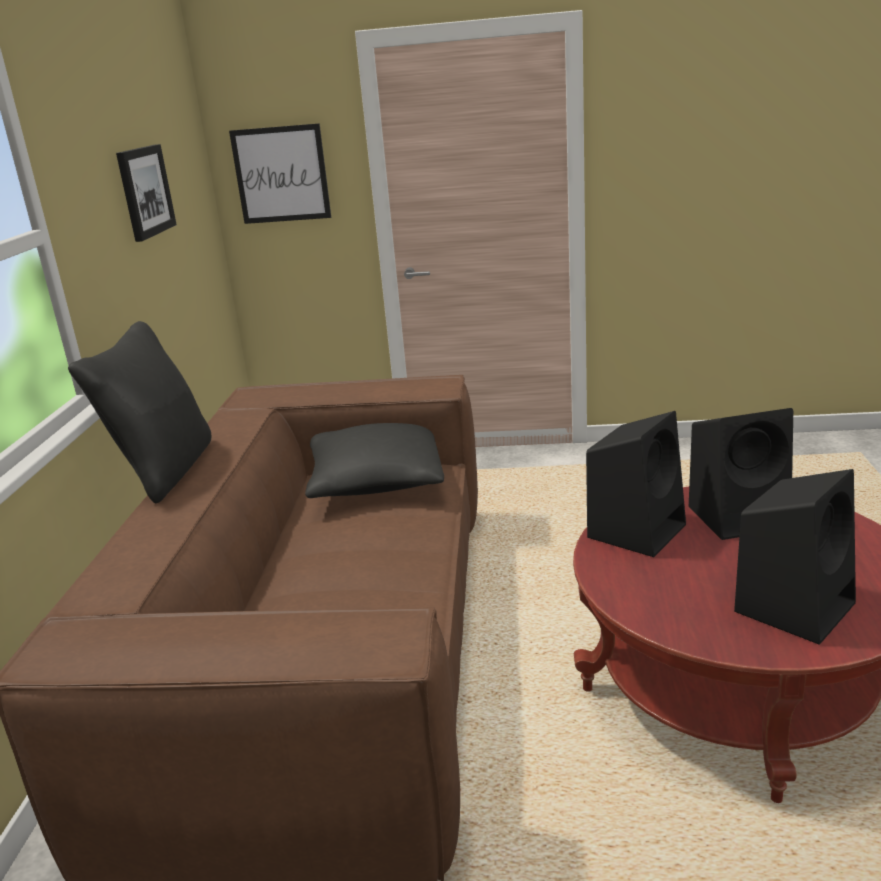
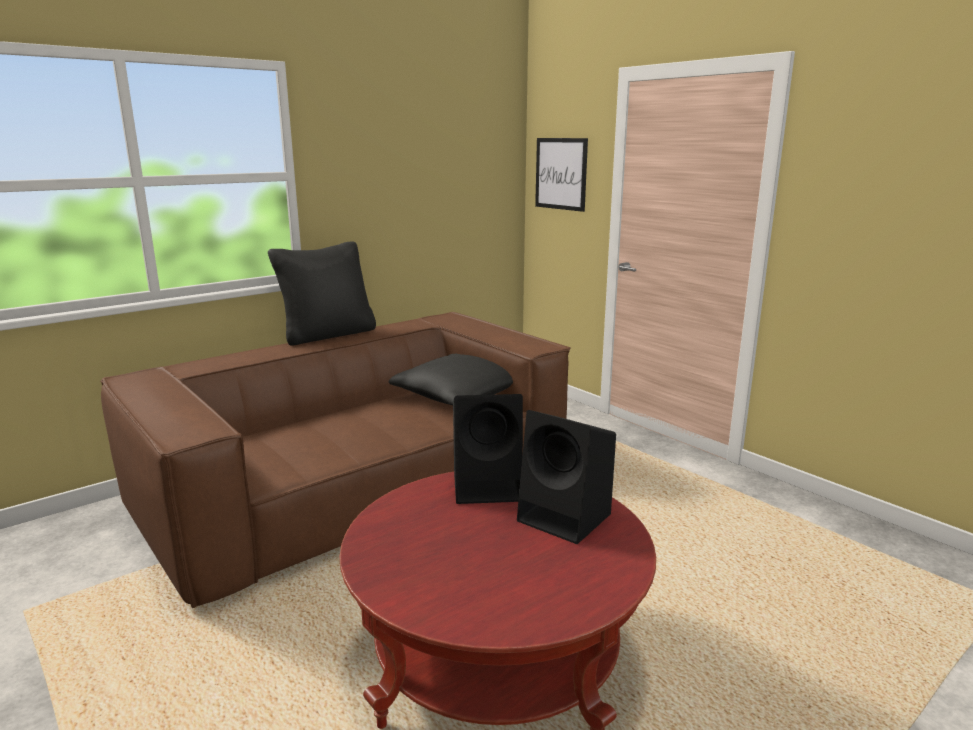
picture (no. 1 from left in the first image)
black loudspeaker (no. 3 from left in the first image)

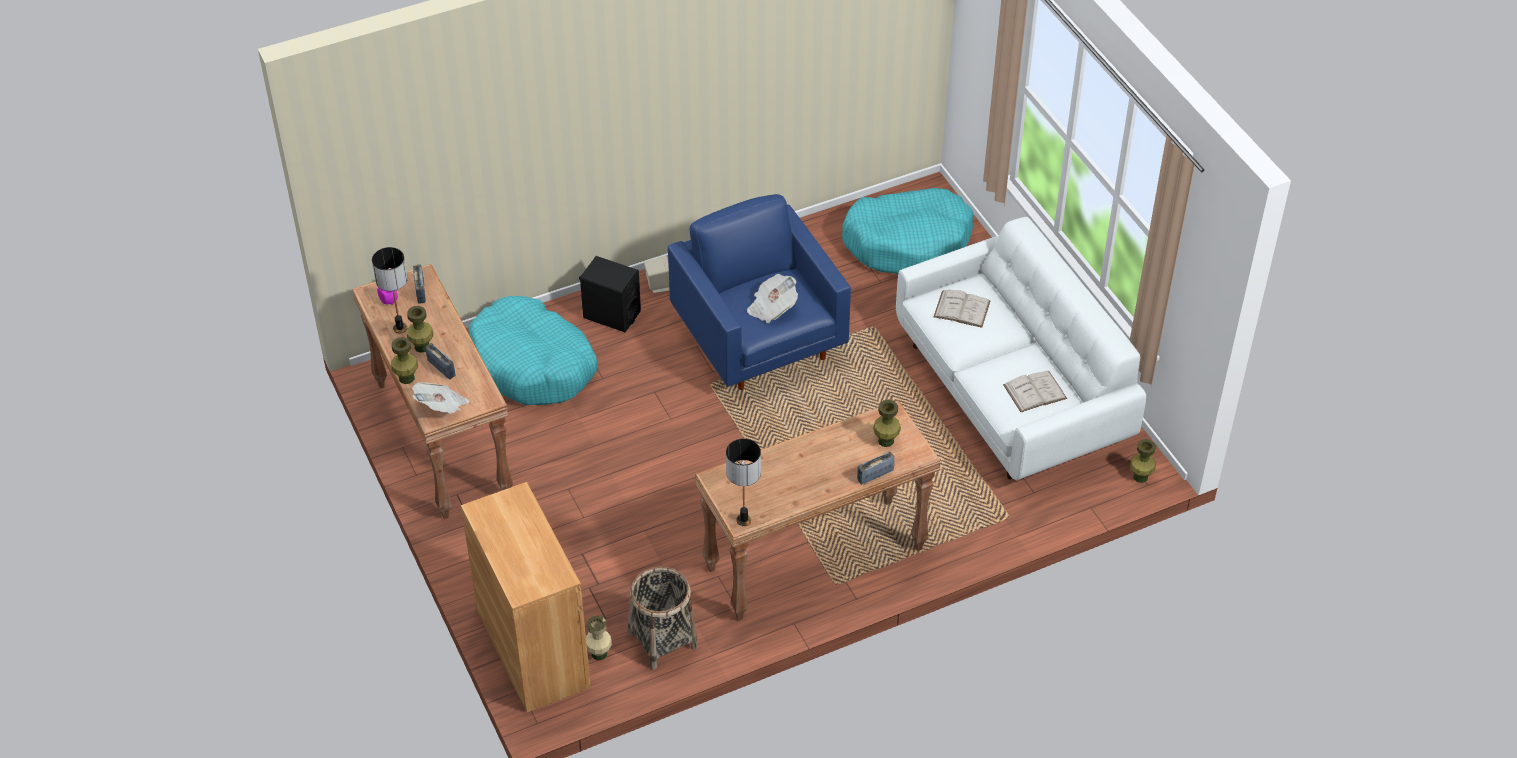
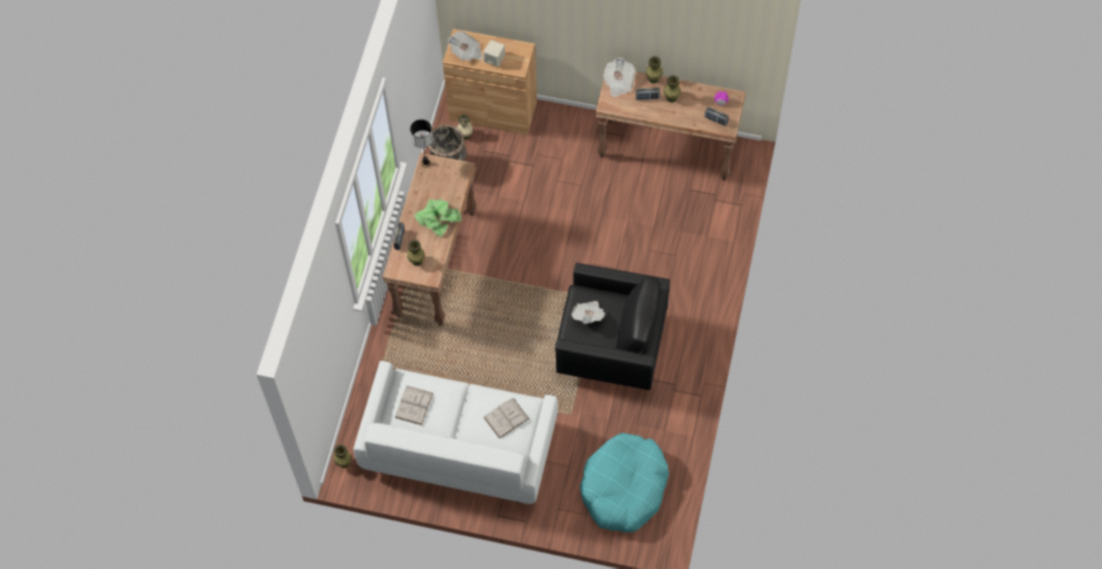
lamp for a table (no. 1 from left in the first image)
blue-green dog cushion (no. 1 from left in the first image)
black loudspeaker
potted plant
newspaper (no. 1 from left)
beige loudspeaker
black armchair

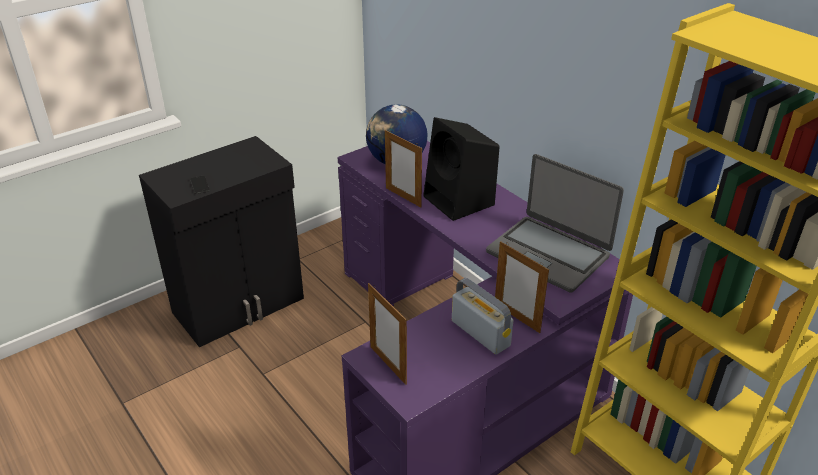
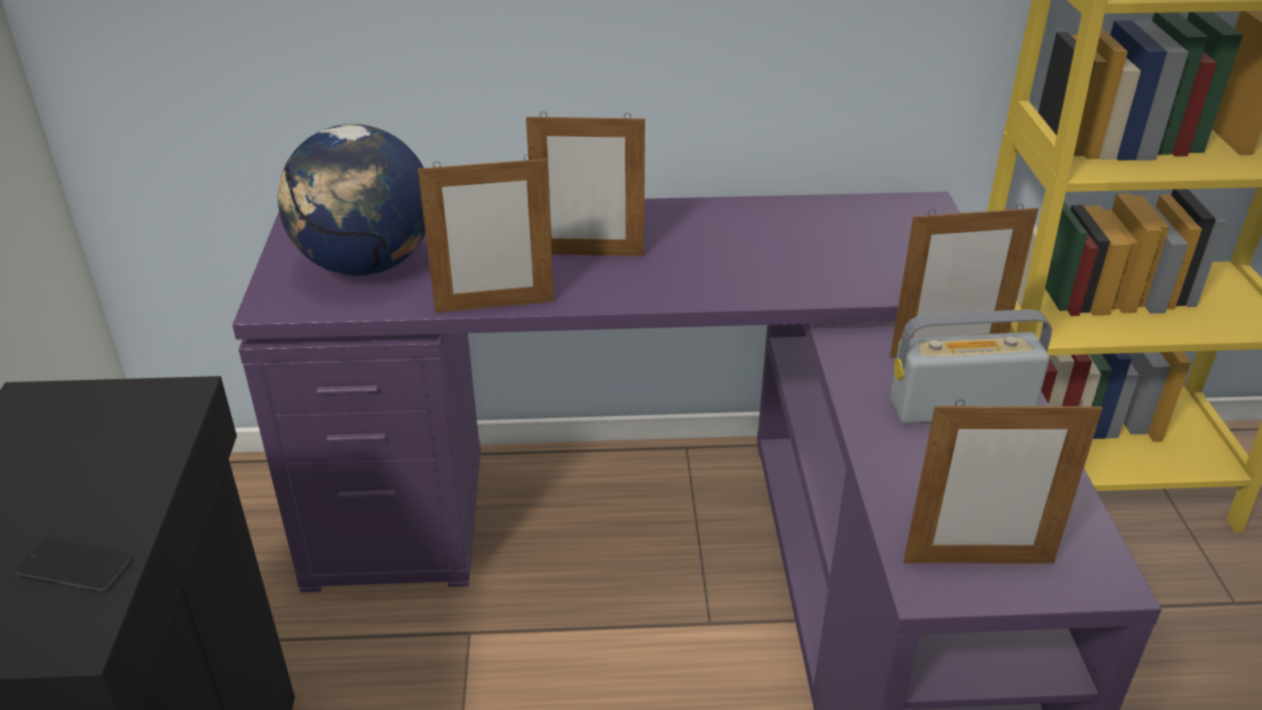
notebook computer
standing frame (no. 2 from left)

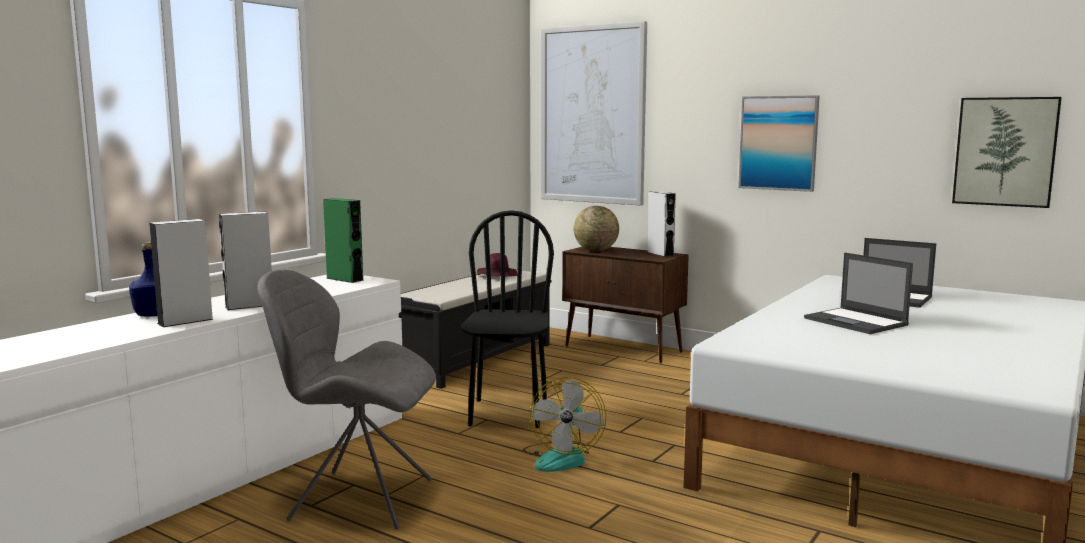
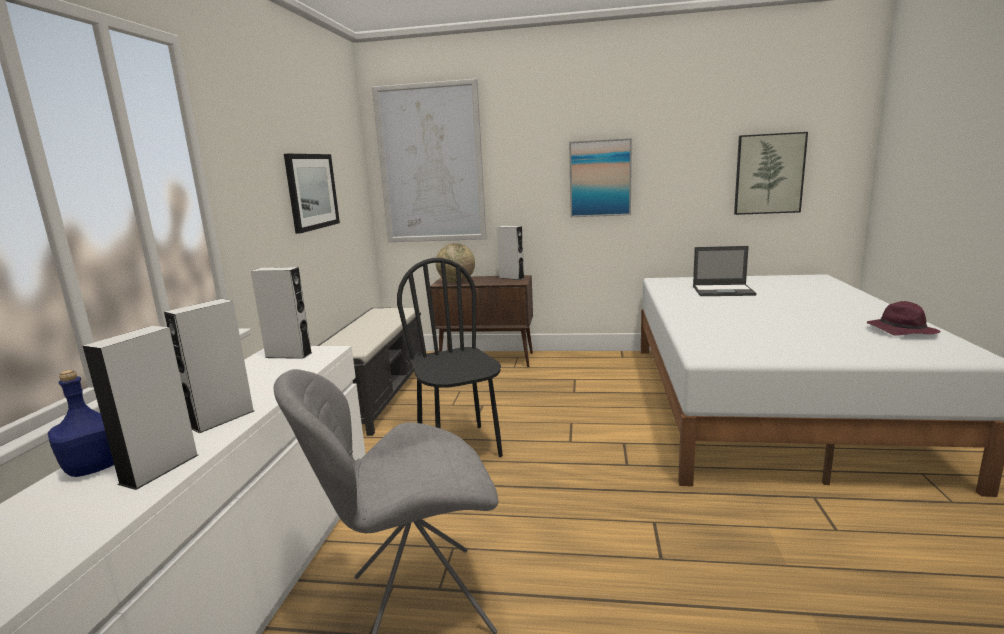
cooling fan
notebook computer (no. 1 from left in the first image)
picture (no. 1 from left)
purplish hat
gray loudspeaker (no. 3 from left)

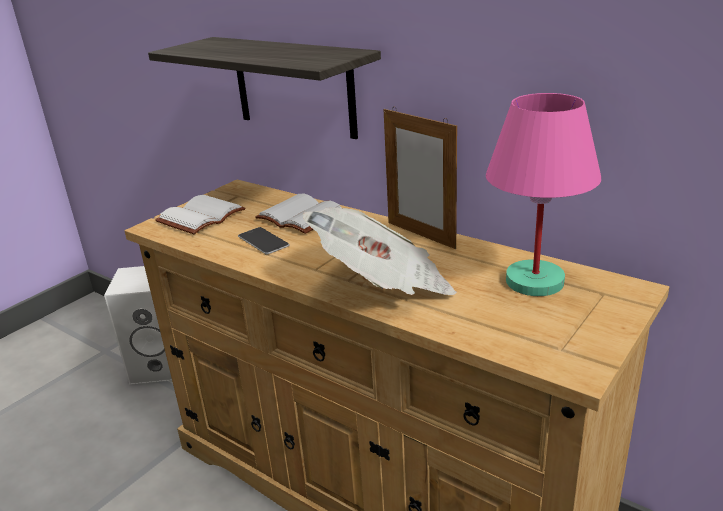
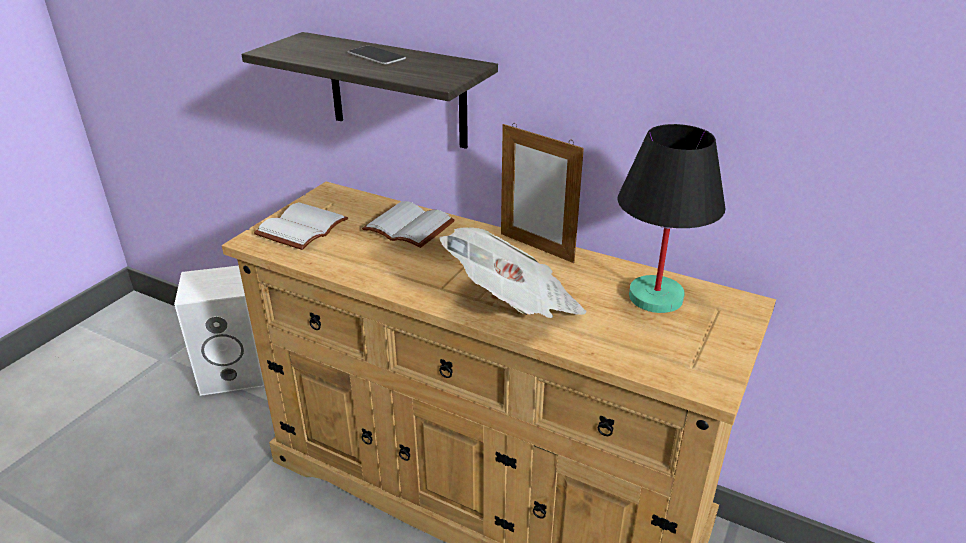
phone
black lamp for a table

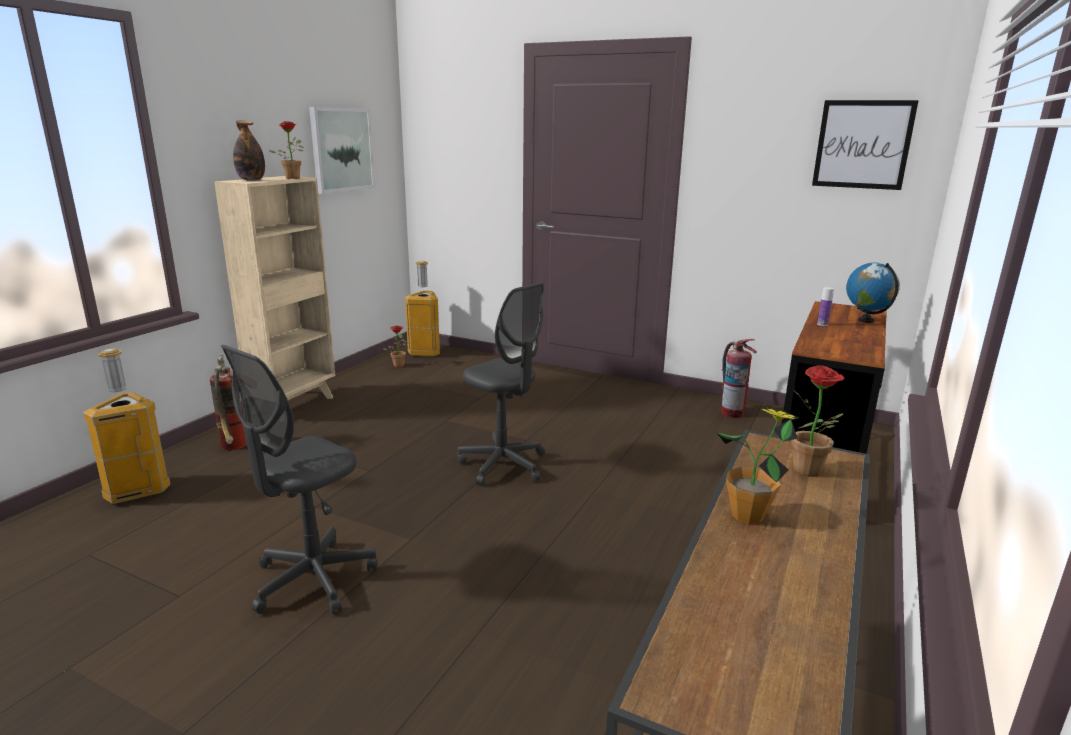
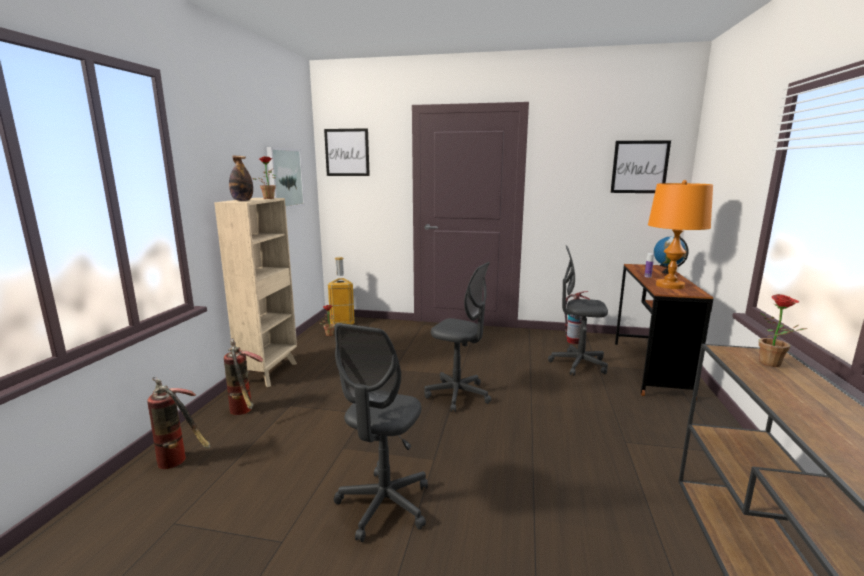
potted plant (no. 3 from left in the first image)
picture (no. 2 from left)
gray computer chair (no. 3 from left)
orange lamp for a table
fire-fighting cylinder (no. 1 from left)

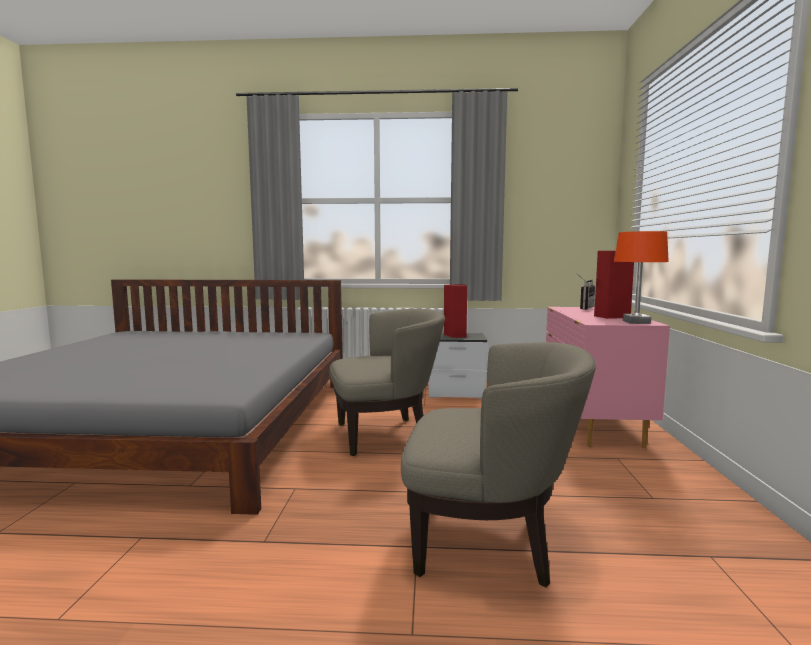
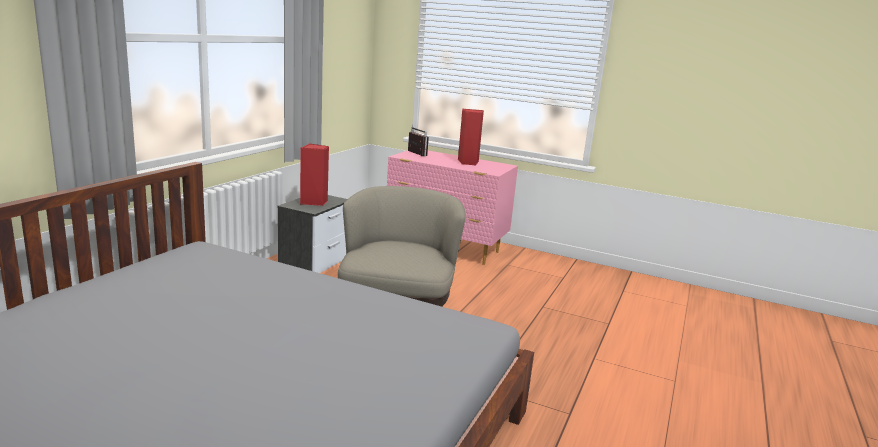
beige armchair (no. 2 from left in the first image)
orange lamp for a table

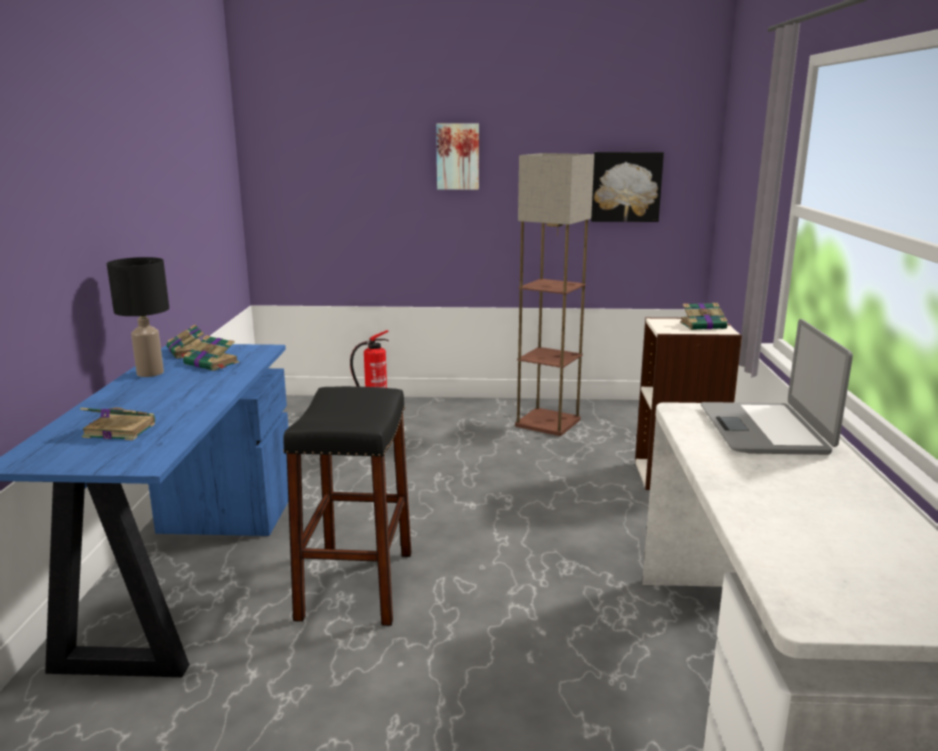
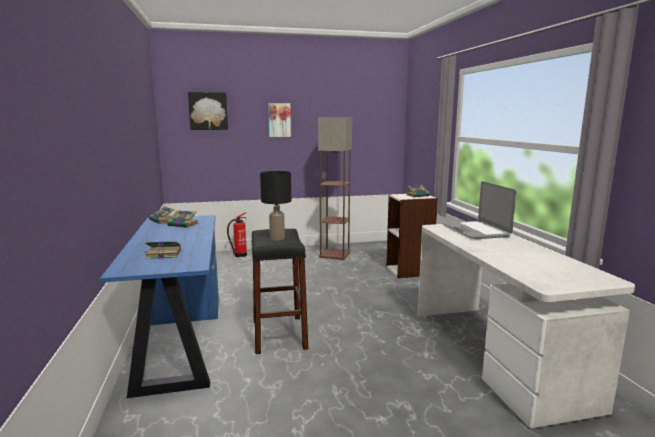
black lamp for a table
picture (no. 1 from left)

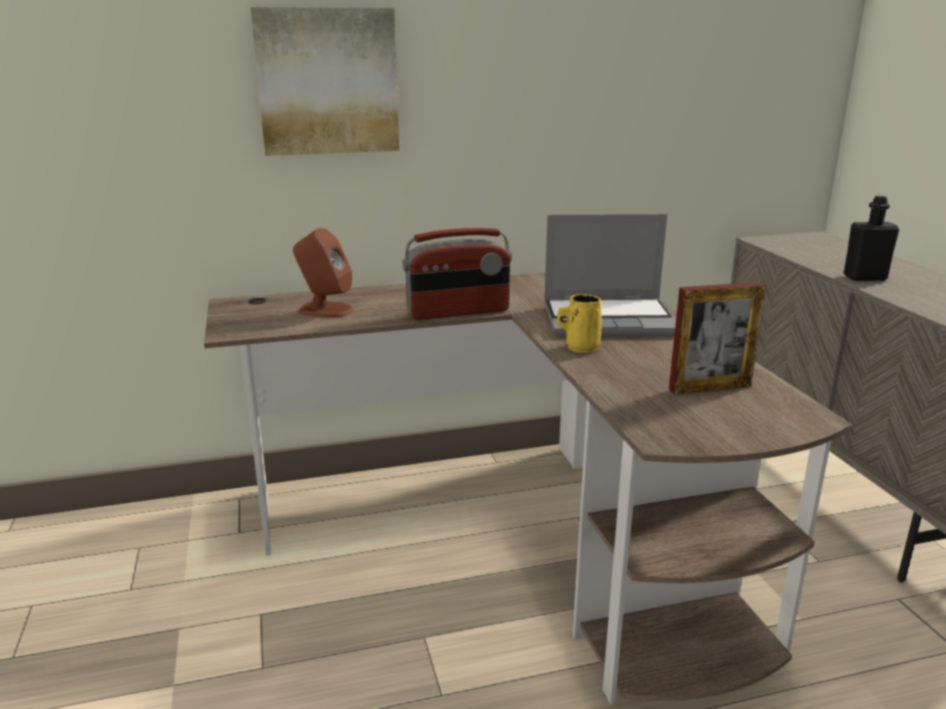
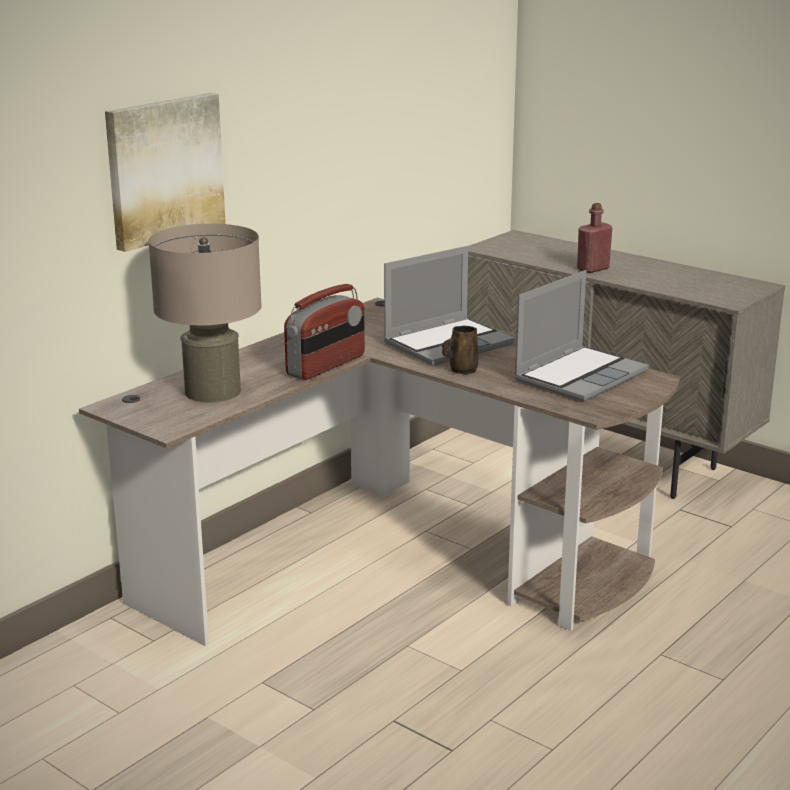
beige lamp for a table
notebook computer (no. 2 from left)
brownish mug
reddish drink bottle

